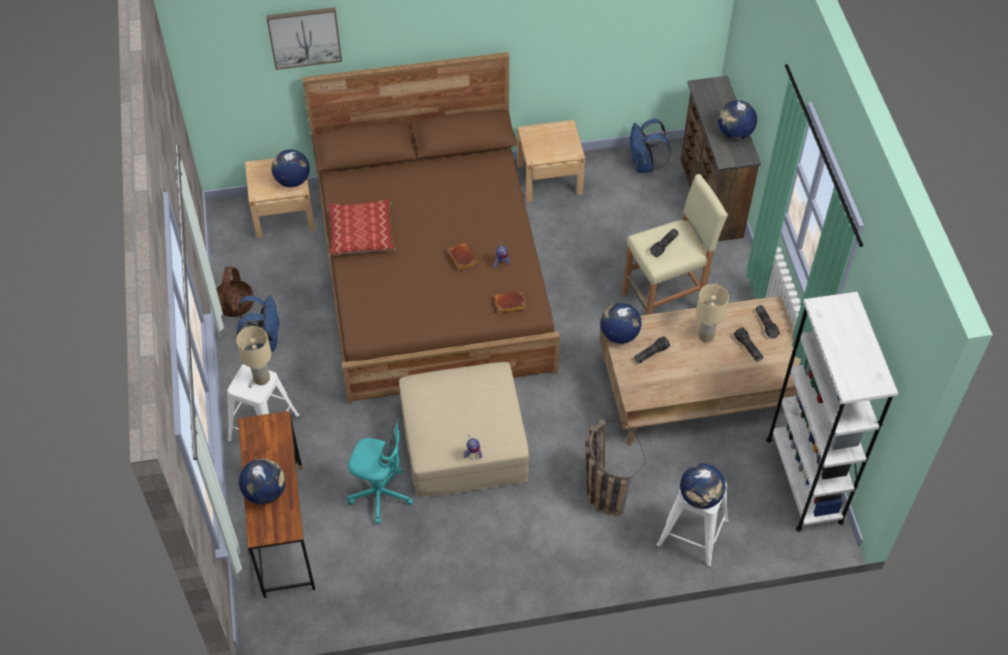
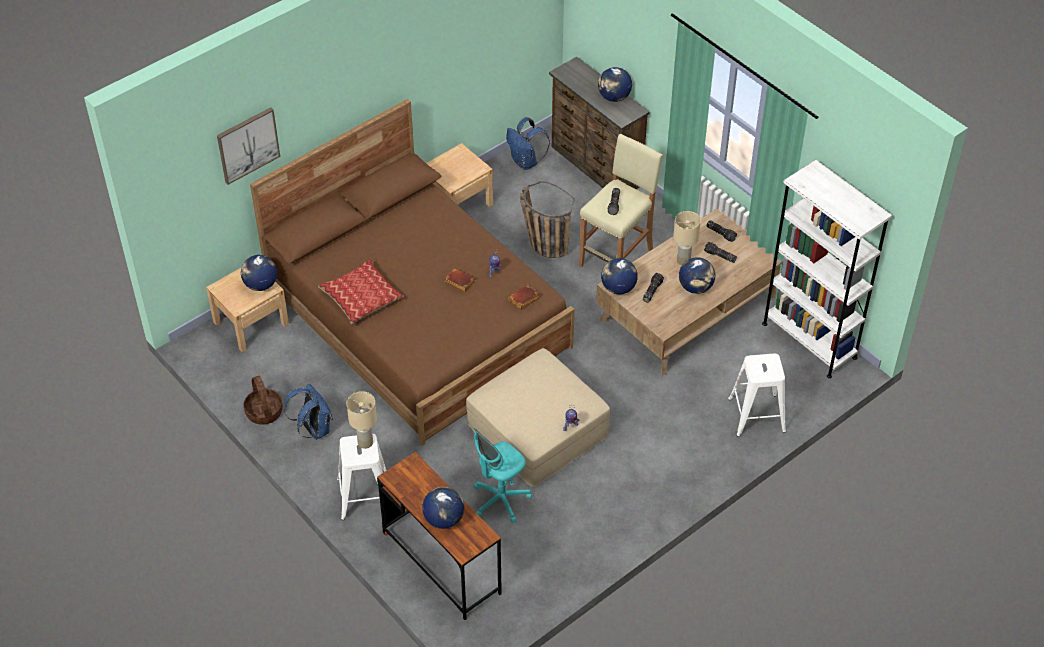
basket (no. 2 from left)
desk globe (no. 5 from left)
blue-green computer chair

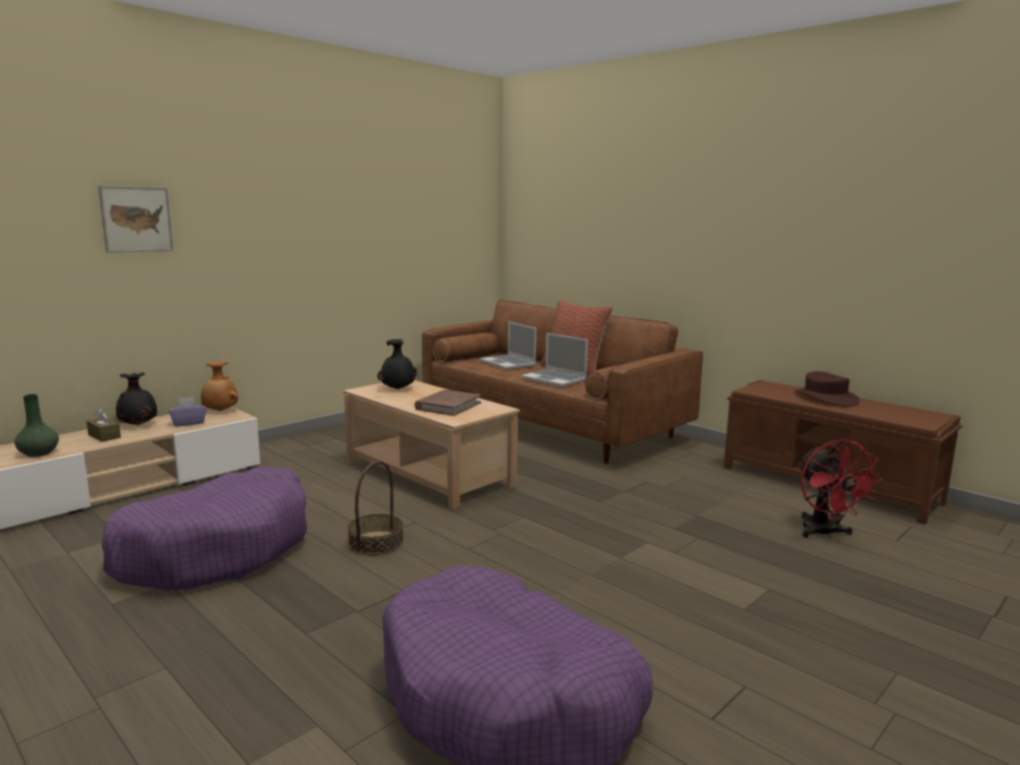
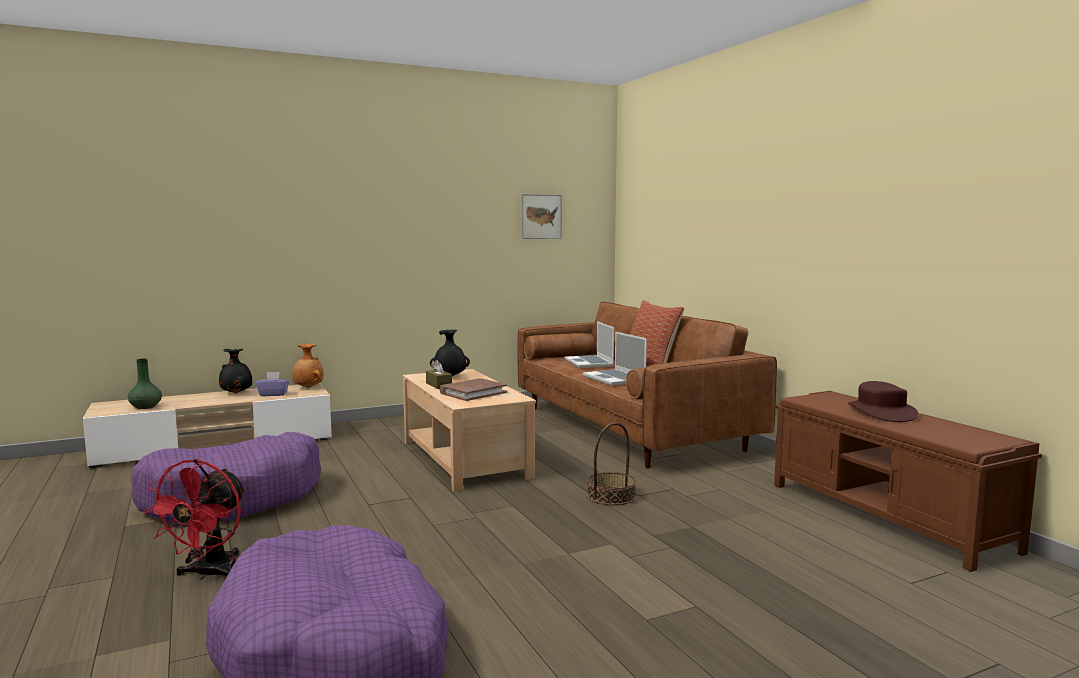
brownish box of tissues
picture
basket
reddish cooling fan

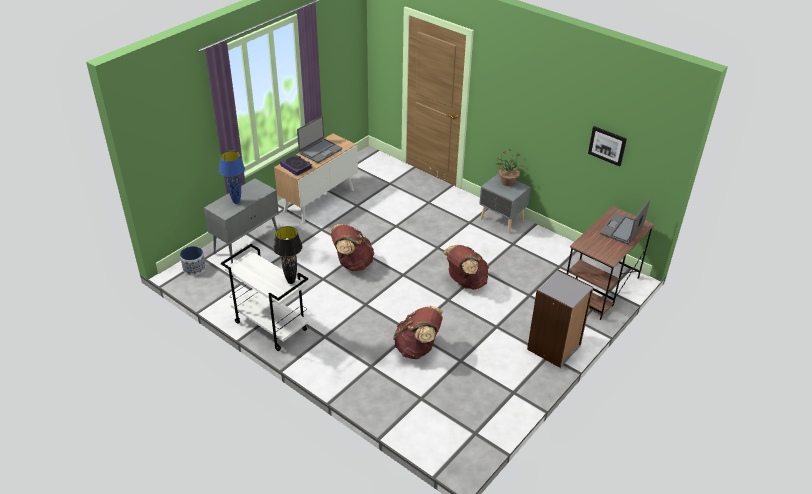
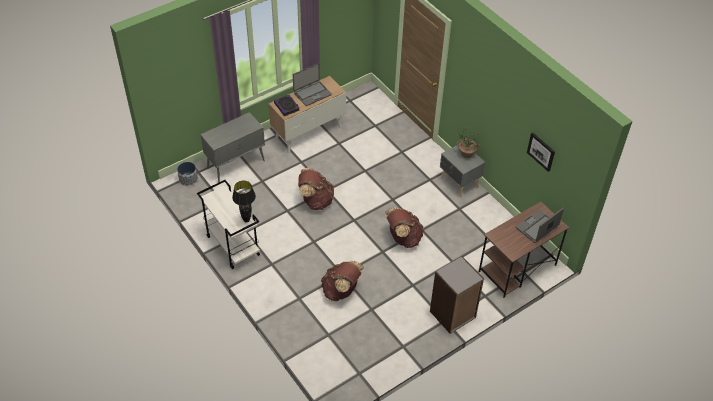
blue-coloured lamp for a table

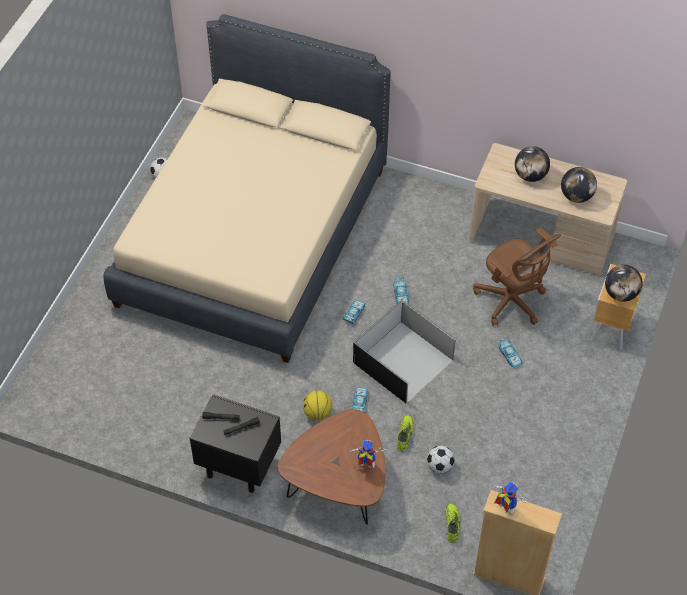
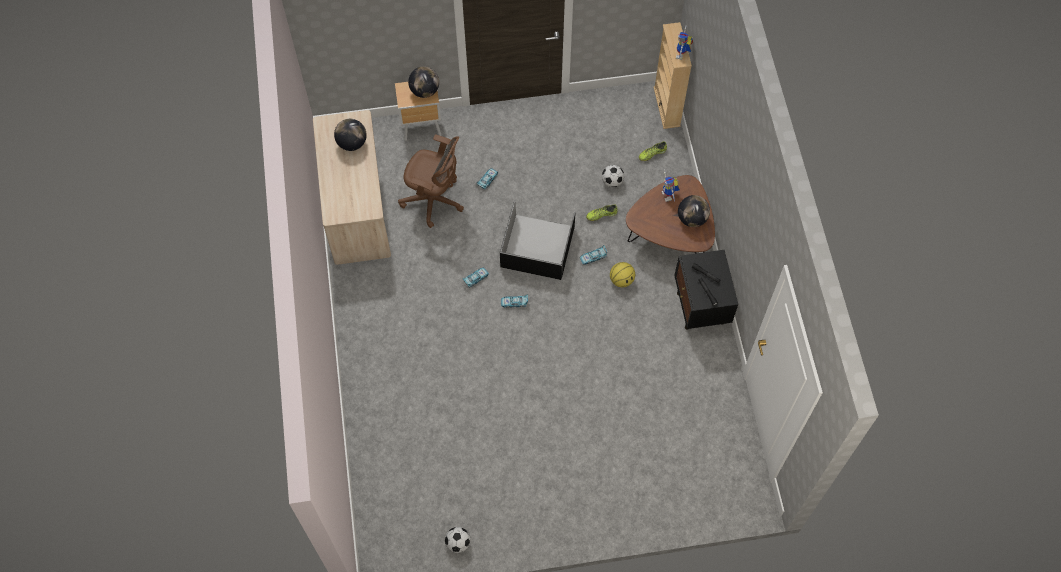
beige sleeping bed
desk globe (no. 3 from left)
brownish computer chair

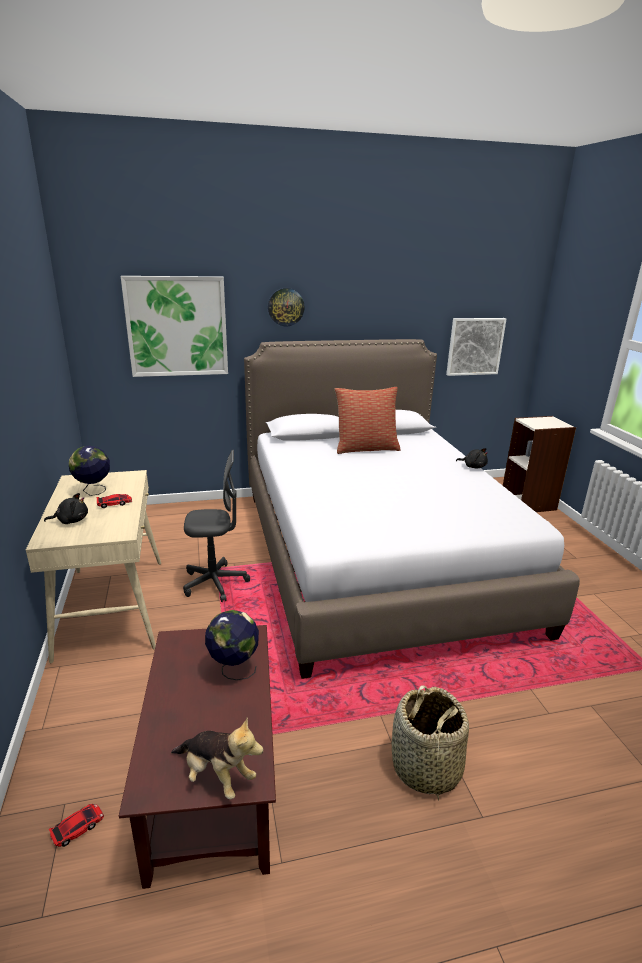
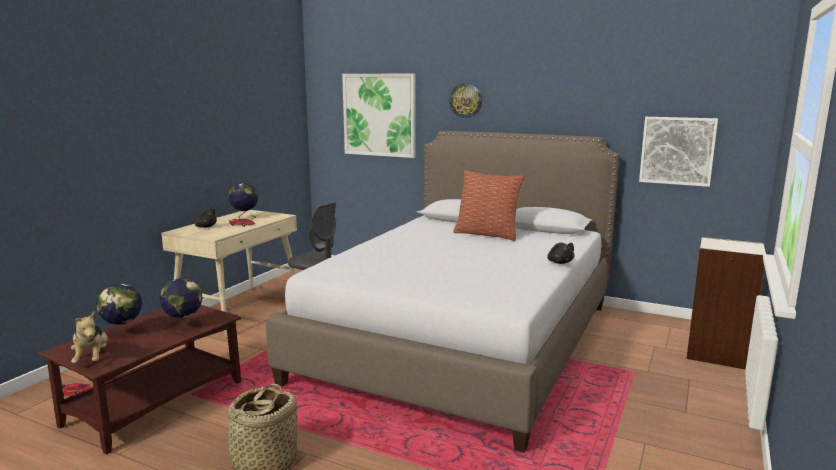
desk globe (no. 1 from left)

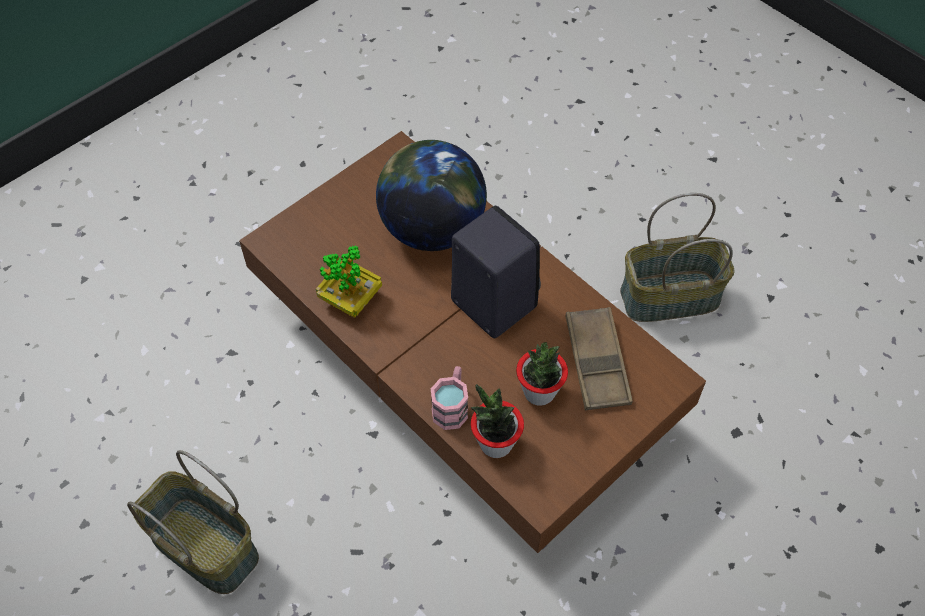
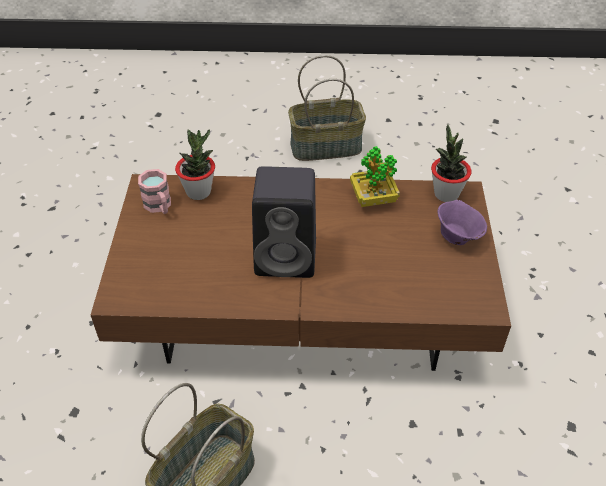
desk globe
brownish tray
purplish serving bowl
pink mug
potted plant (no. 3 from left)

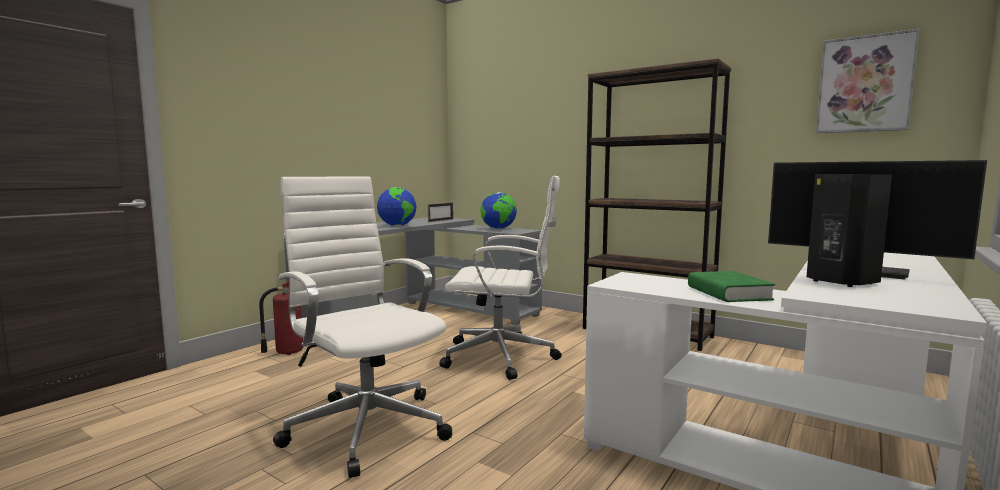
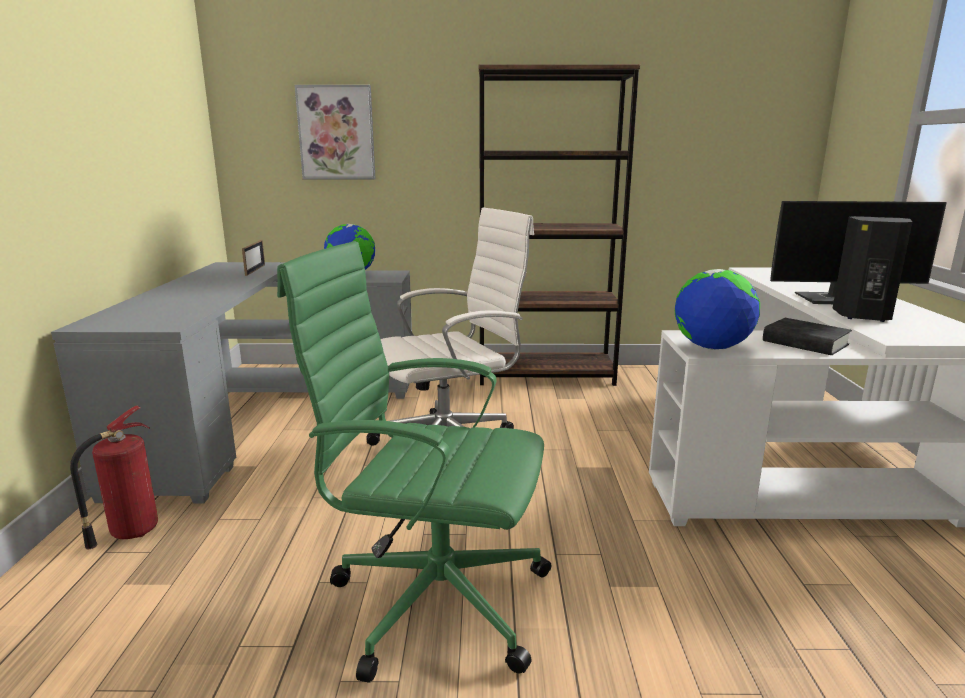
desk globe (no. 2 from left)
picture
greenish computer chair
black book

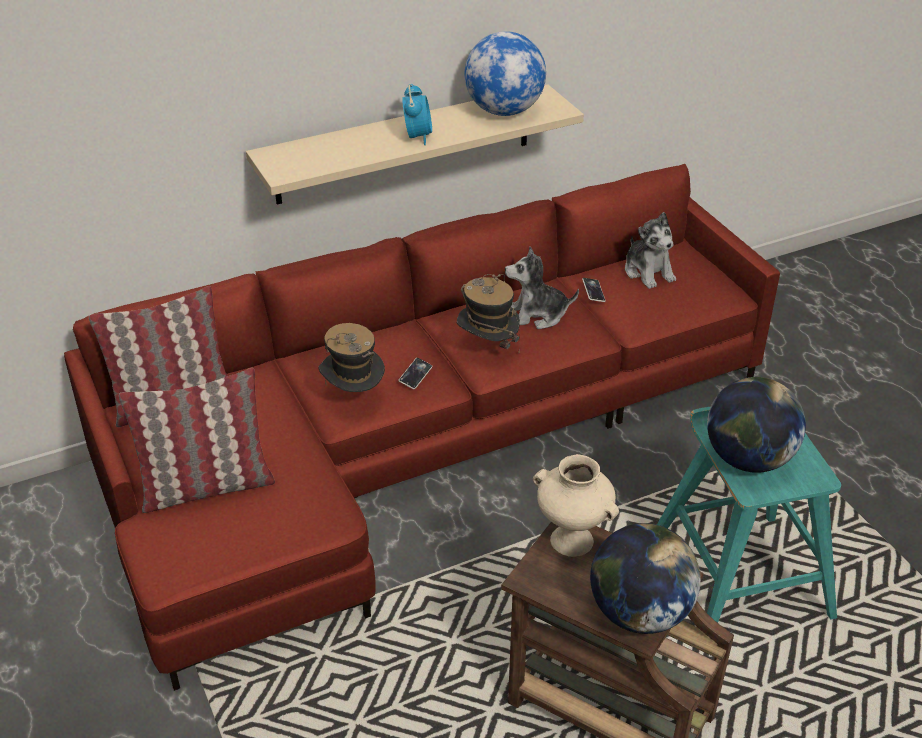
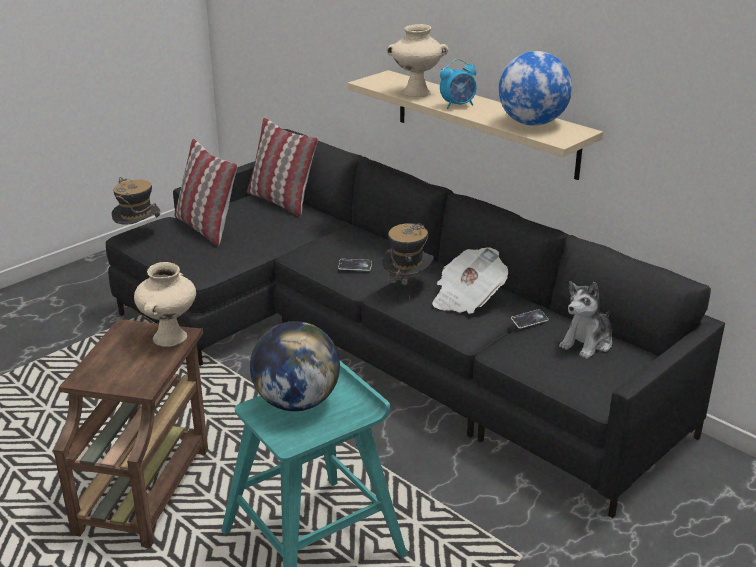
desk globe (no. 2 from left in the first image)
beige decorative vase (no. 2 from left)
hat (no. 1 from left)
newspaper
black sofa

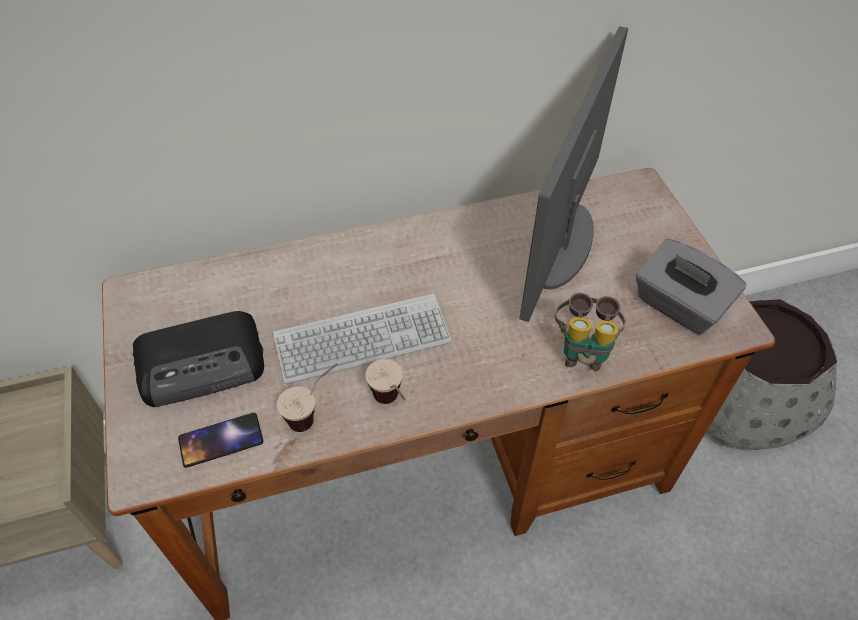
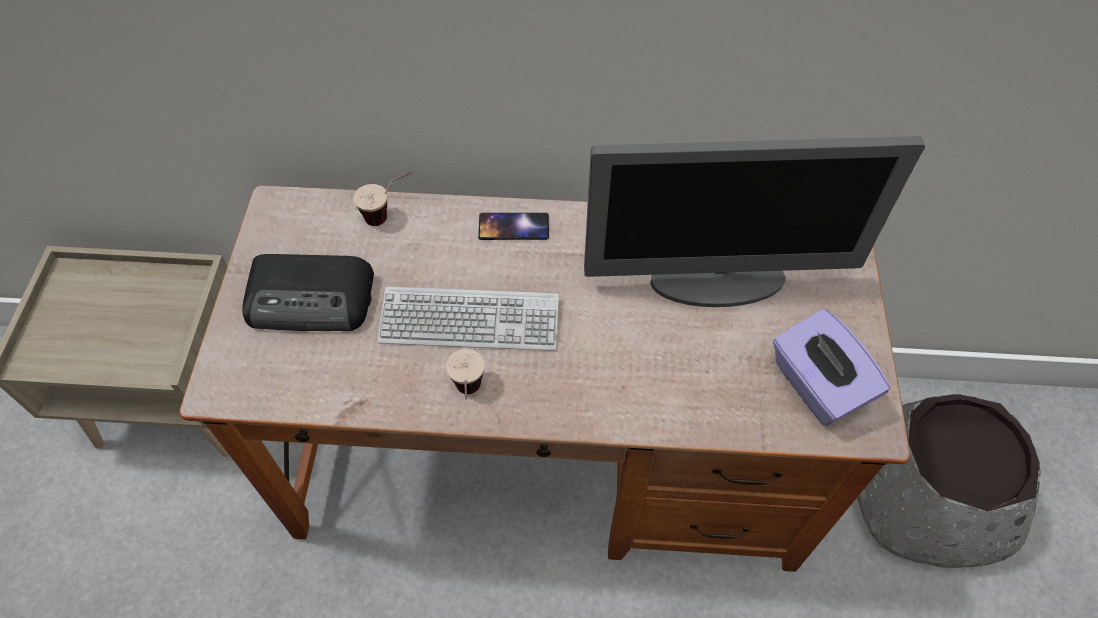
field glasses
phone
small cup (no. 1 from left)
purplish box of tissues
computer display

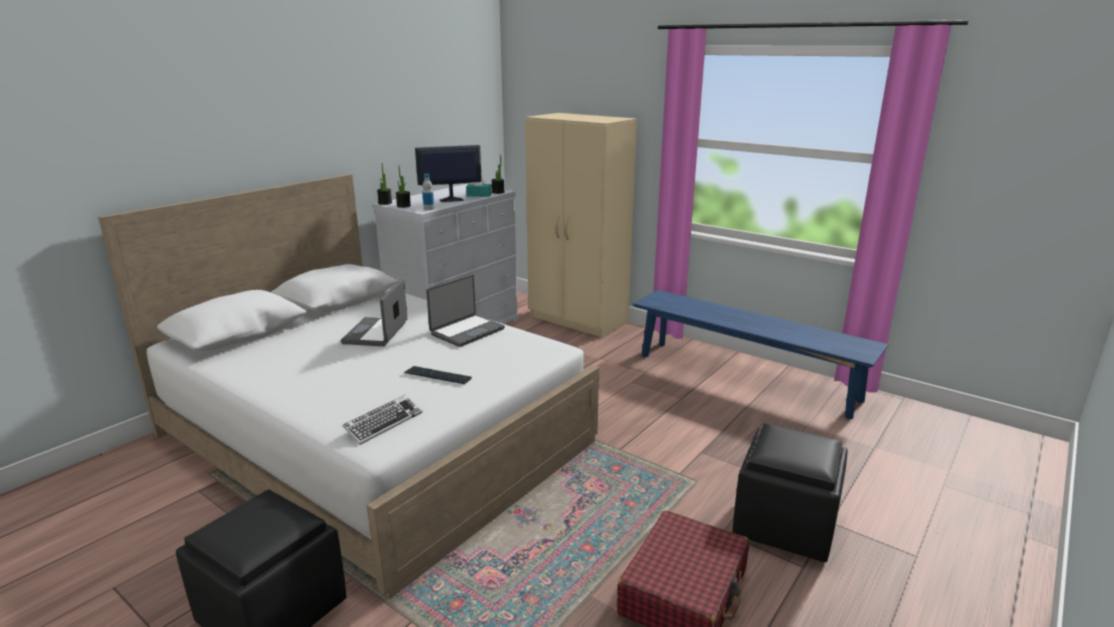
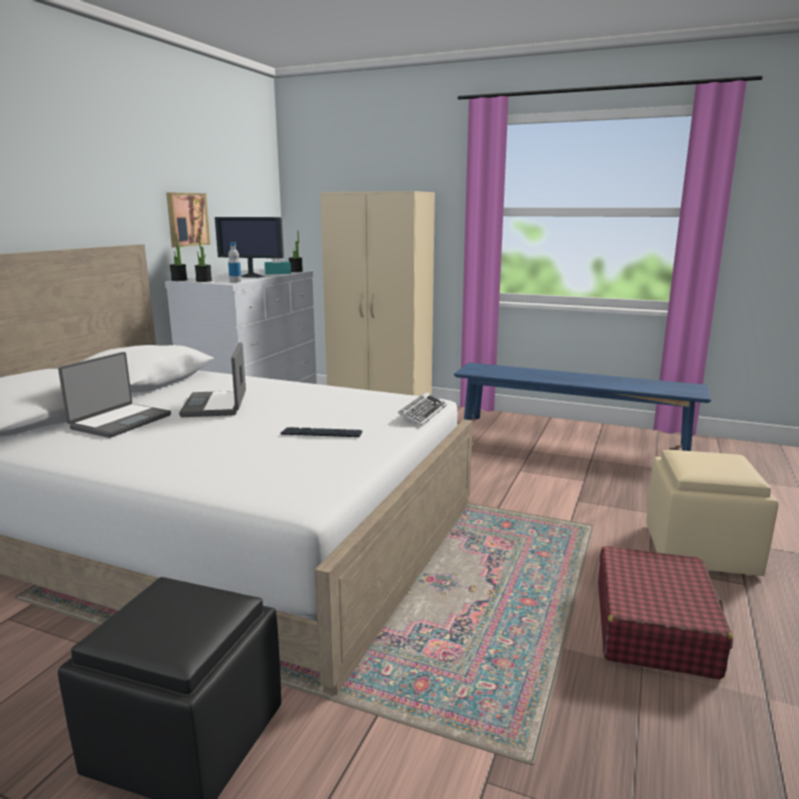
picture
computer keyboard (no. 2 from left)
notebook computer (no. 1 from left)
beige pouffe
computer display

